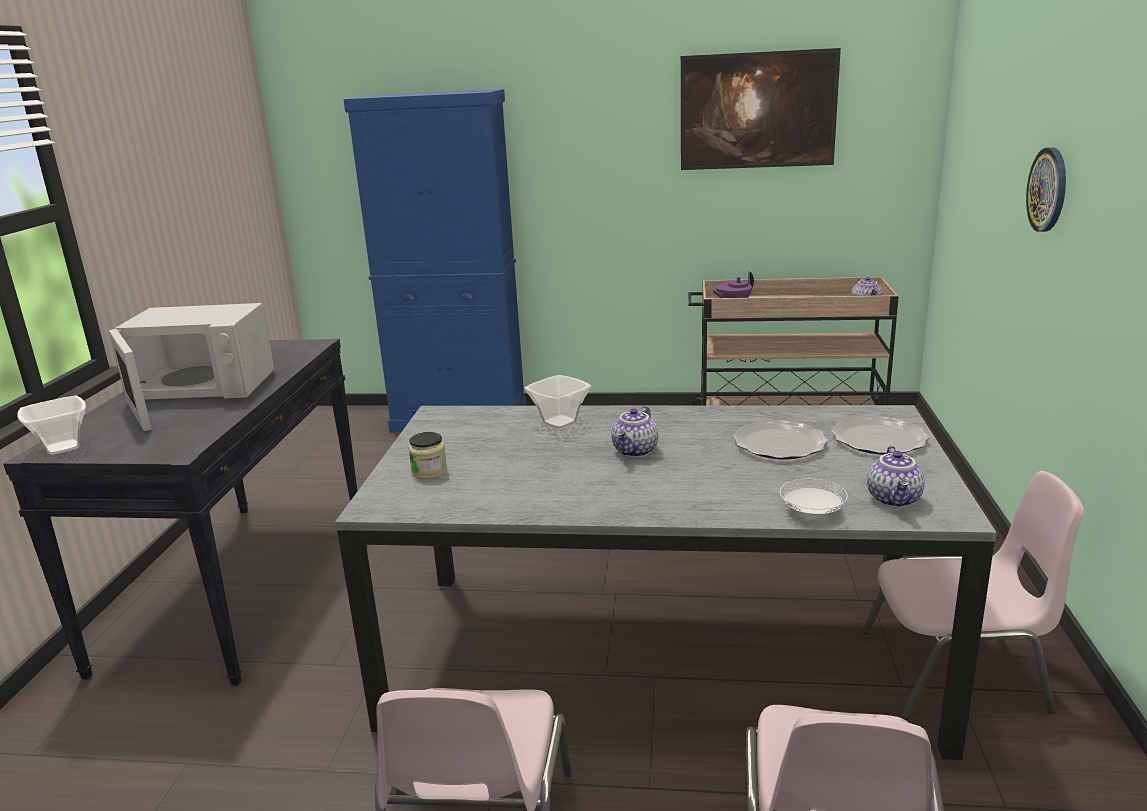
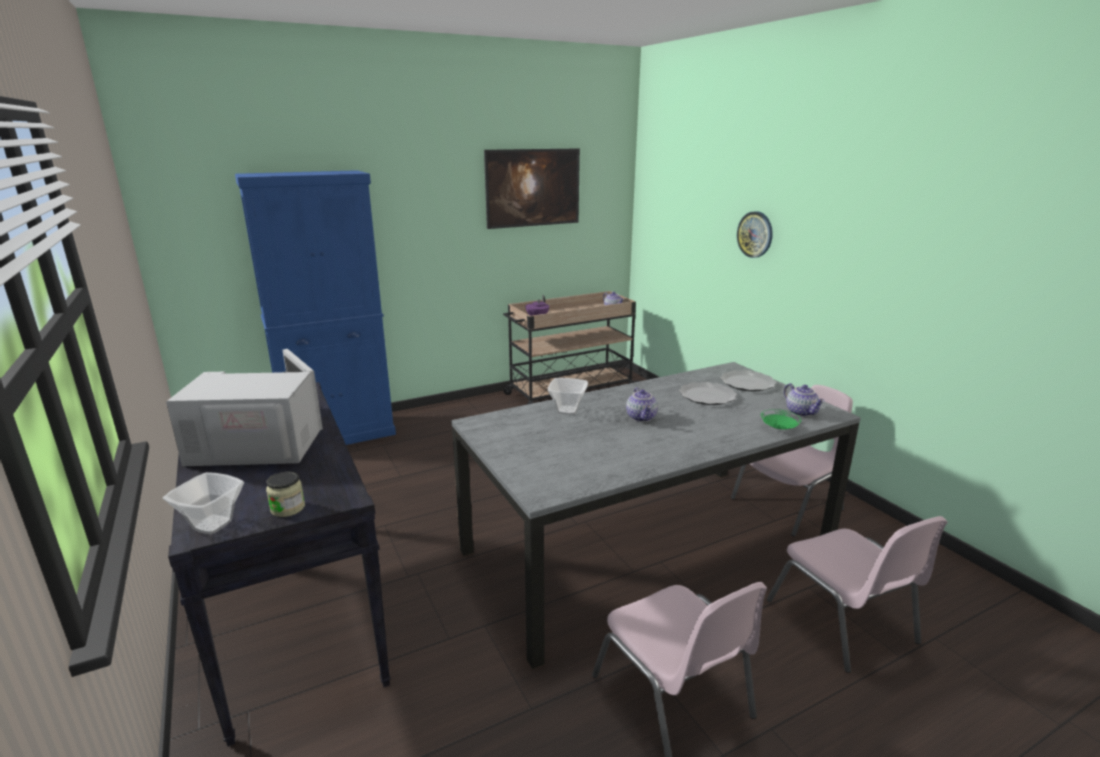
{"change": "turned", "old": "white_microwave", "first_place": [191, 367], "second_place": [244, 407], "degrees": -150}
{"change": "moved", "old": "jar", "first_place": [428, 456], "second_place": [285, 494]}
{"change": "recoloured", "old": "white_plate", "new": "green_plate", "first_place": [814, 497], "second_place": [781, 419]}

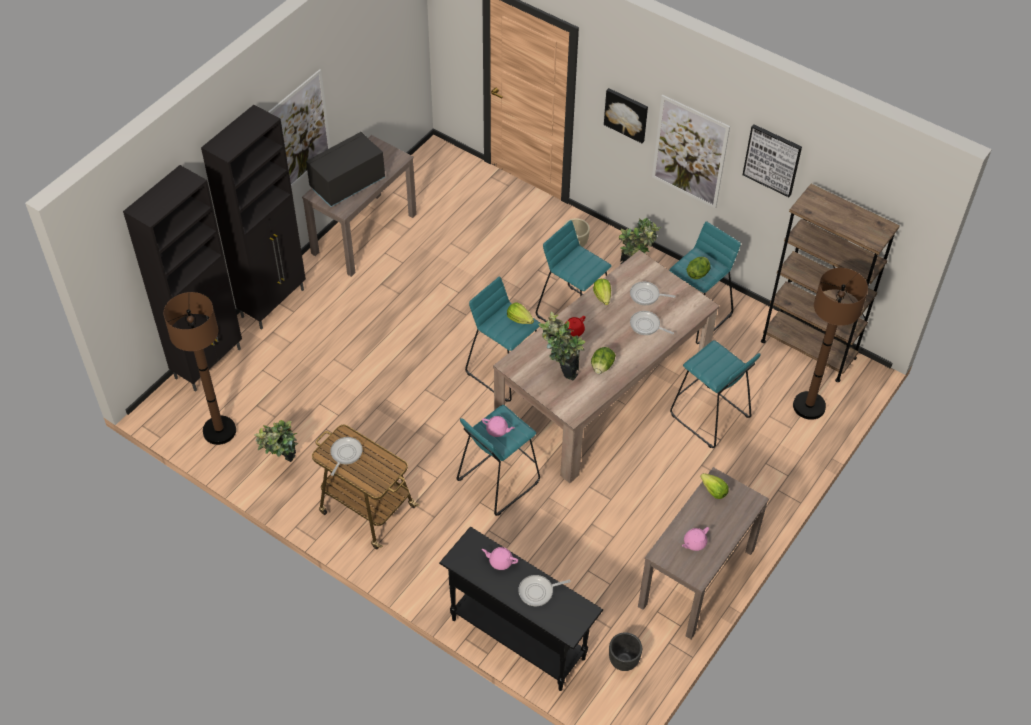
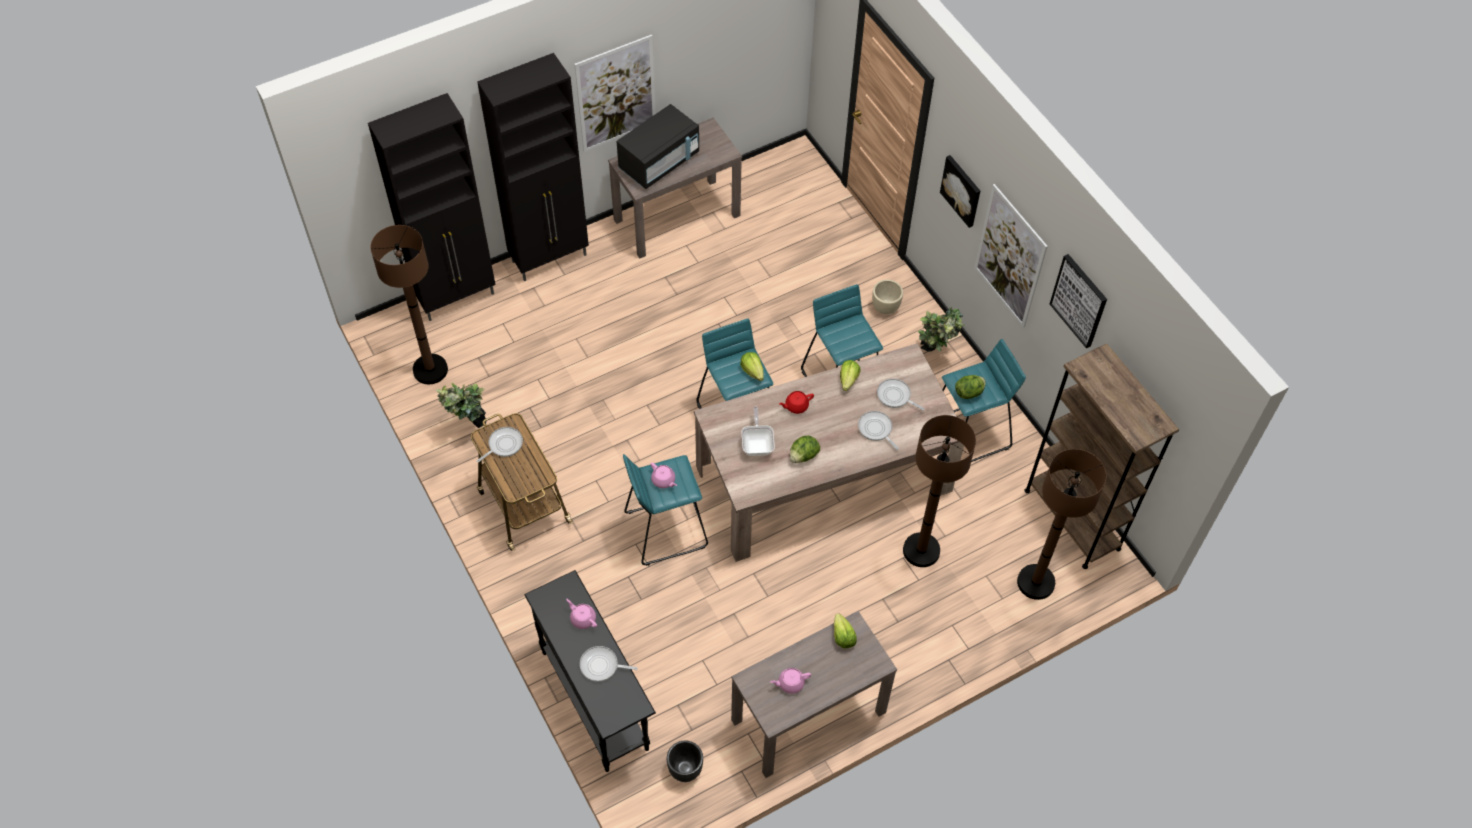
{"change": "turned", "old": "black_microwave", "first_place": [345, 169], "second_place": [658, 146], "degrees": 150}
{"change": "replaced", "old": "potted_plant", "new": "frying_pan", "first_place": [561, 345], "second_place": [758, 431]}
{"change": "replaced", "old": "turquoise_stool", "new": "brown_floor_lamp", "first_place": [715, 394], "second_place": [939, 491]}

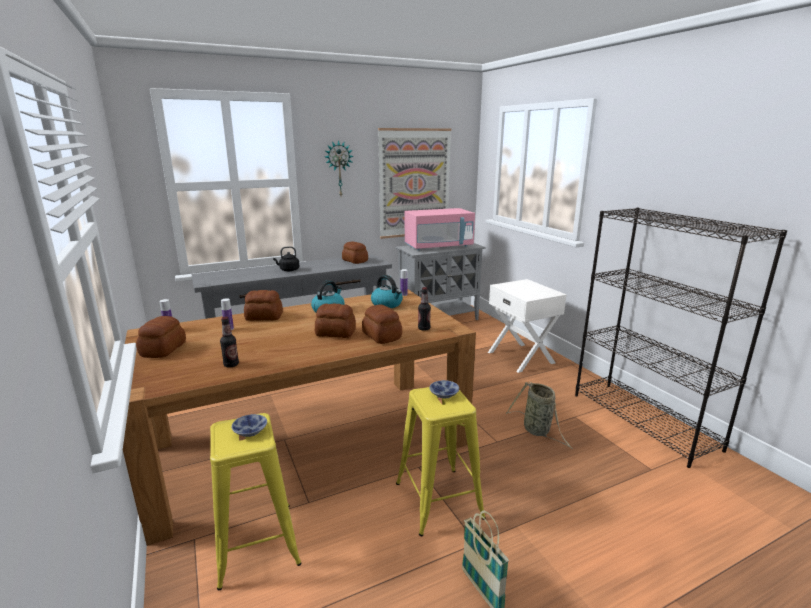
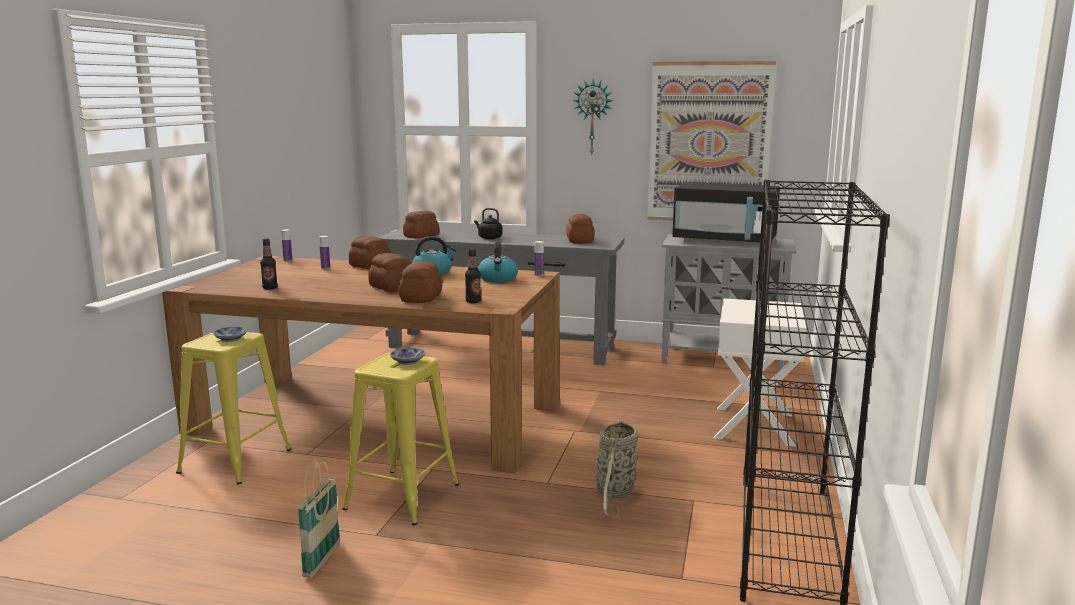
{"change": "moved", "old": "bread", "first_place": [161, 337], "second_place": [421, 224]}
{"change": "recoloured", "old": "pink_microwave", "new": "black_microwave", "first_place": [440, 229], "second_place": [726, 212]}

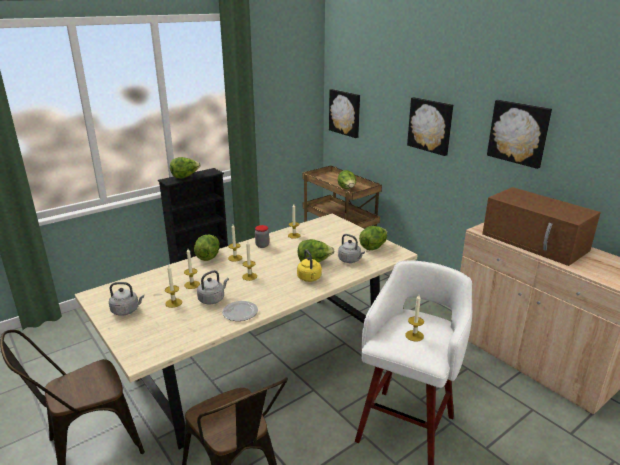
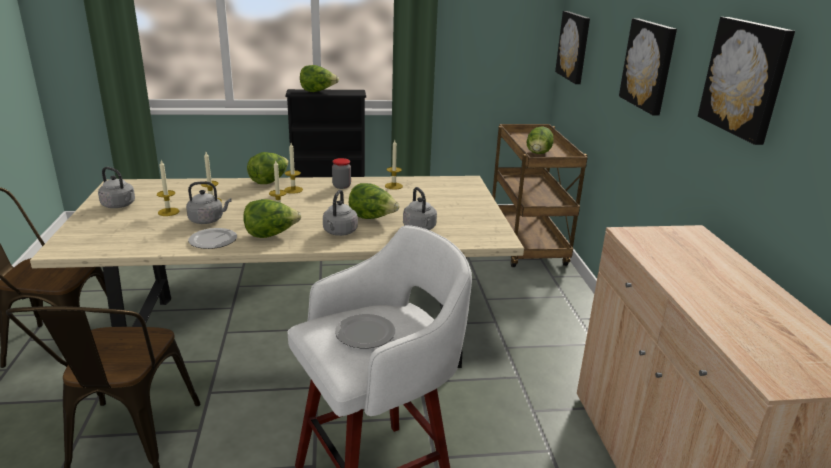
{"change": "moved", "old": "lettuce", "first_place": [373, 238], "second_place": [272, 218]}
{"change": "recoloured", "old": "yellow_kettle", "new": "grey_kettle", "first_place": [309, 265], "second_place": [340, 213]}
{"change": "replaced", "old": "candle", "new": "plate", "first_place": [414, 318], "second_place": [365, 331]}
{"change": "removed", "old": "brown_microwave", "first_place": [541, 226]}

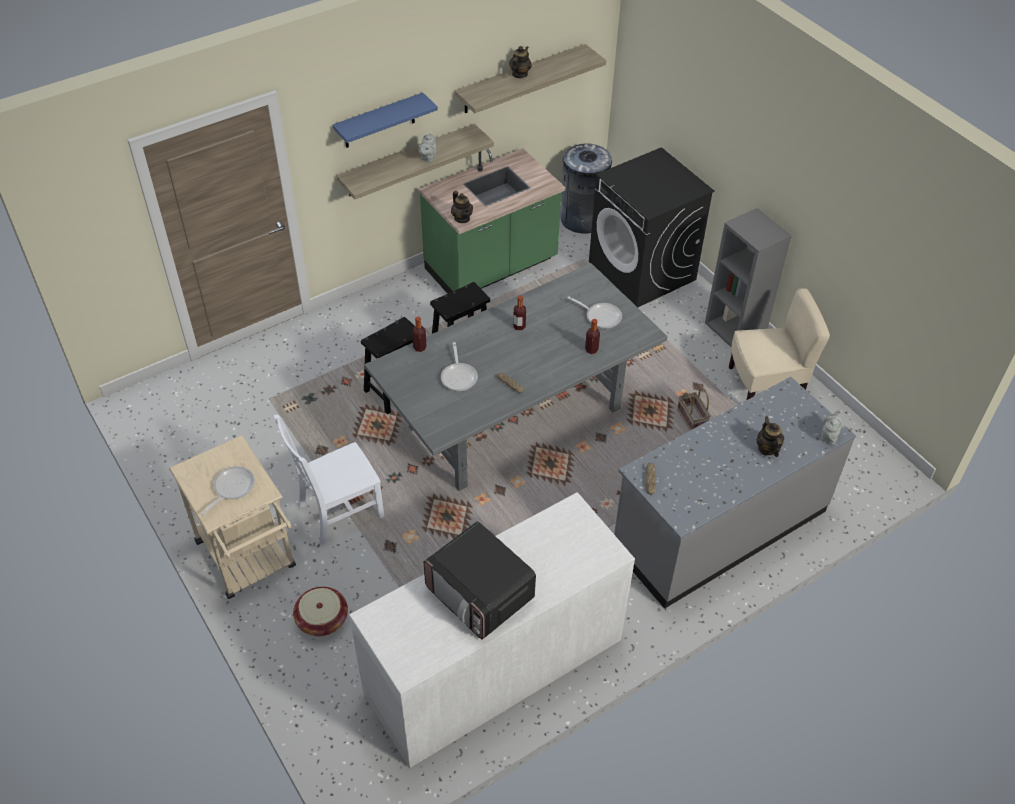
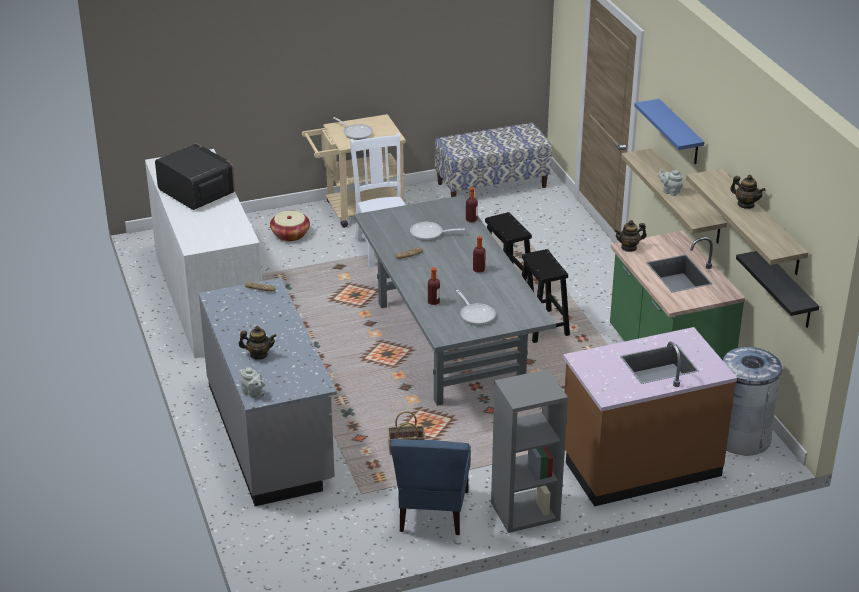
{"change": "turned", "old": "microwave", "first_place": [480, 580], "second_place": [195, 176], "degrees": 75}
{"change": "recoloured", "old": "beige_chair", "new": "blue_chair", "first_place": [779, 343], "second_place": [430, 487]}
{"change": "added", "new": "bench", "second_place": [493, 160]}
{"change": "turned", "old": "frying_pan", "first_place": [595, 312], "second_place": [476, 307], "degrees": -75}
{"change": "replaced", "old": "black_washing_machine", "new": "brown_counter", "first_place": [652, 227], "second_place": [650, 417]}
{"change": "added", "new": "black_shelf", "second_place": [777, 289]}

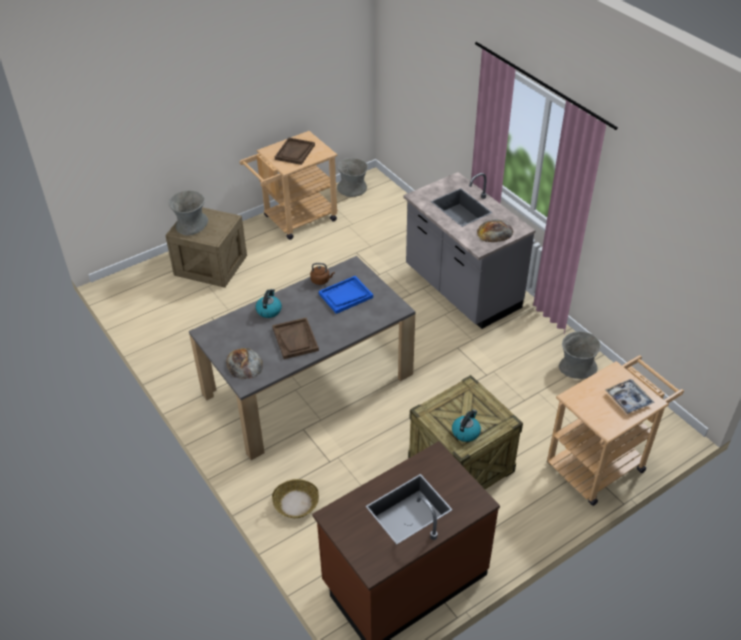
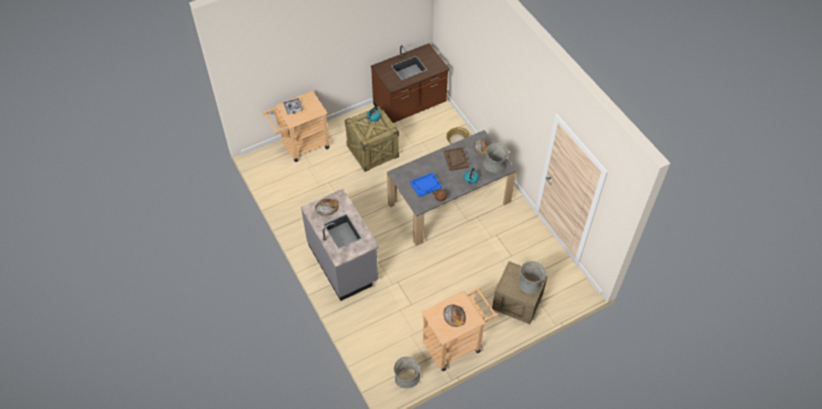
{"change": "replaced", "old": "brown_tray", "new": "bread", "first_place": [295, 151], "second_place": [454, 315]}
{"change": "moved", "old": "grey_vase", "first_place": [580, 355], "second_place": [496, 158]}

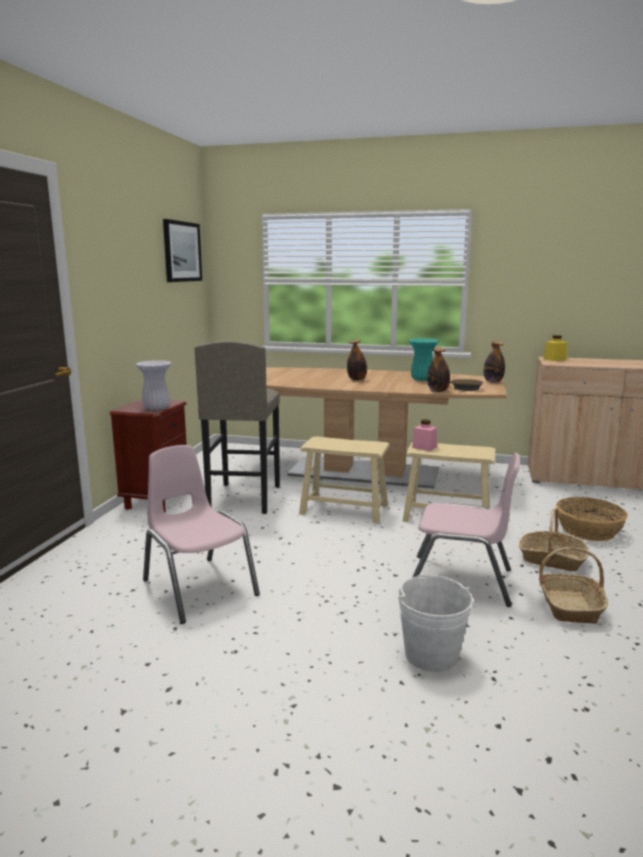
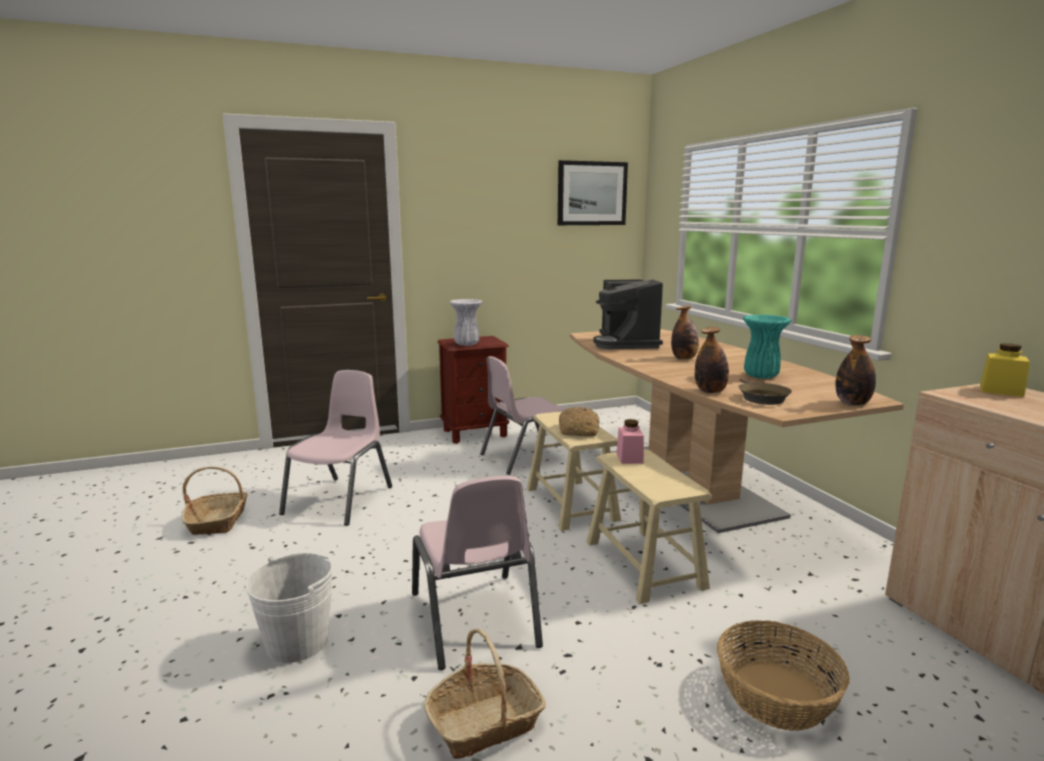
{"change": "moved", "old": "basket", "first_place": [553, 540], "second_place": [215, 500]}
{"change": "replaced", "old": "grey_stool", "new": "pink_chair", "first_place": [237, 427], "second_place": [523, 415]}
{"change": "added", "new": "bread", "second_place": [579, 421]}
{"change": "added", "new": "coffee_machine", "second_place": [628, 314]}

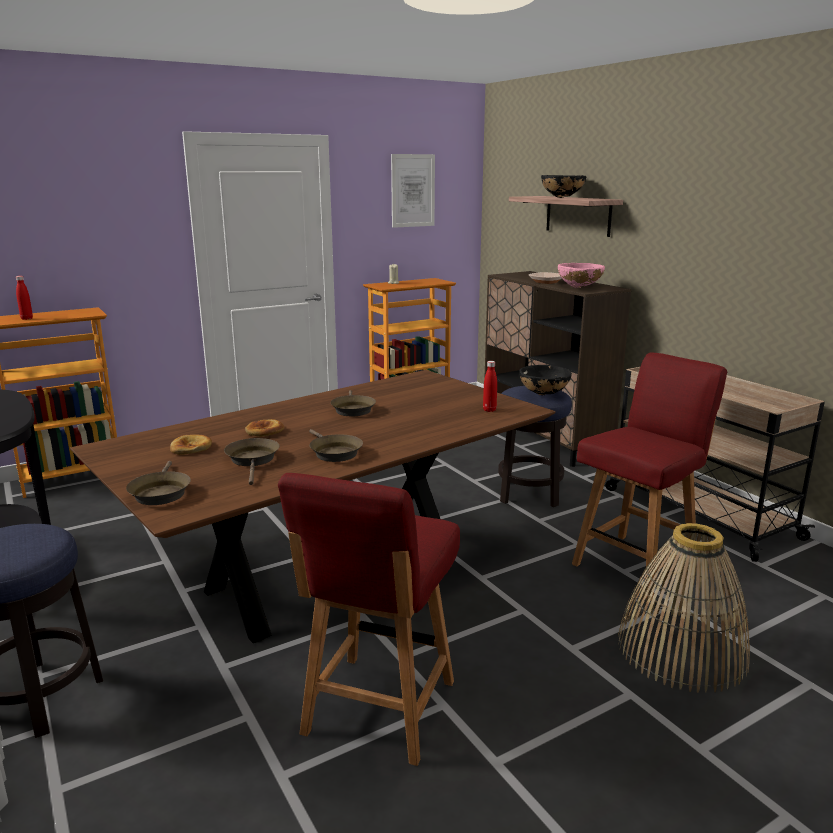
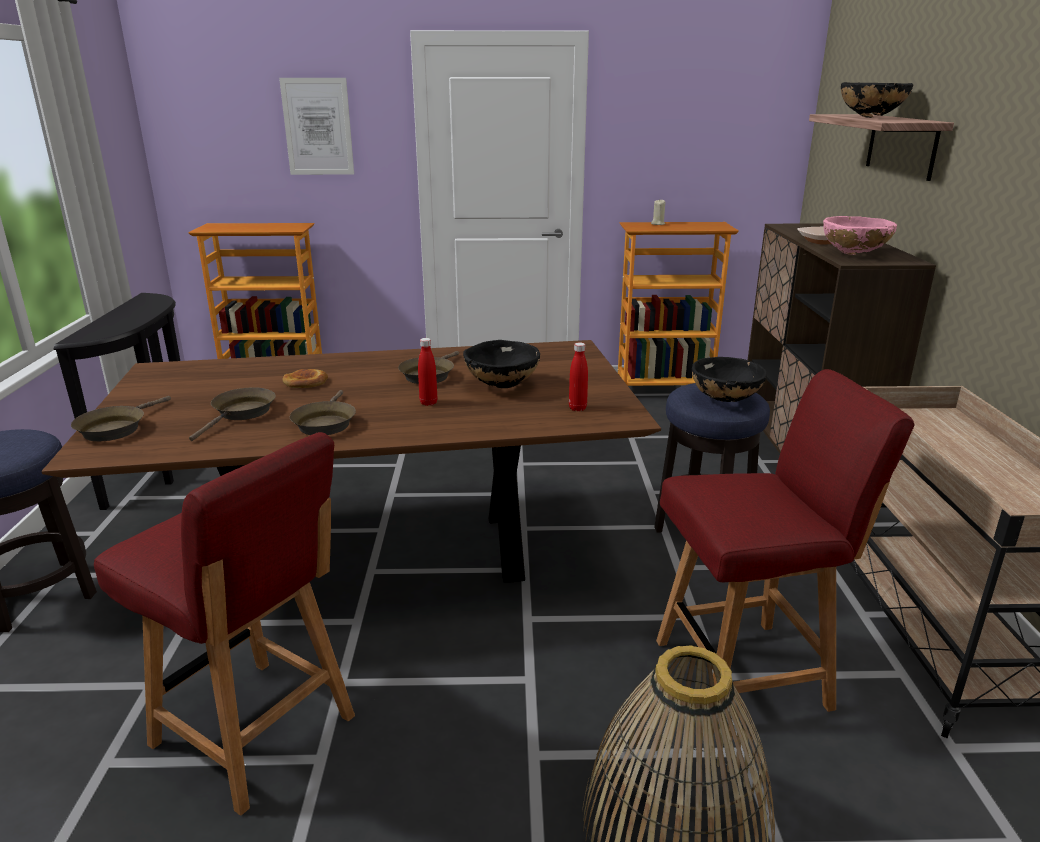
{"change": "turned", "old": "red_chair", "first_place": [369, 619], "second_place": [224, 624], "degrees": -105}
{"change": "moved", "old": "picture", "first_place": [413, 191], "second_place": [316, 126]}
{"change": "moved", "old": "red_bottle", "first_place": [24, 298], "second_place": [427, 372]}
{"change": "added", "new": "black_bowl", "second_place": [501, 364]}
{"change": "removed", "old": "bread", "first_place": [191, 445]}

